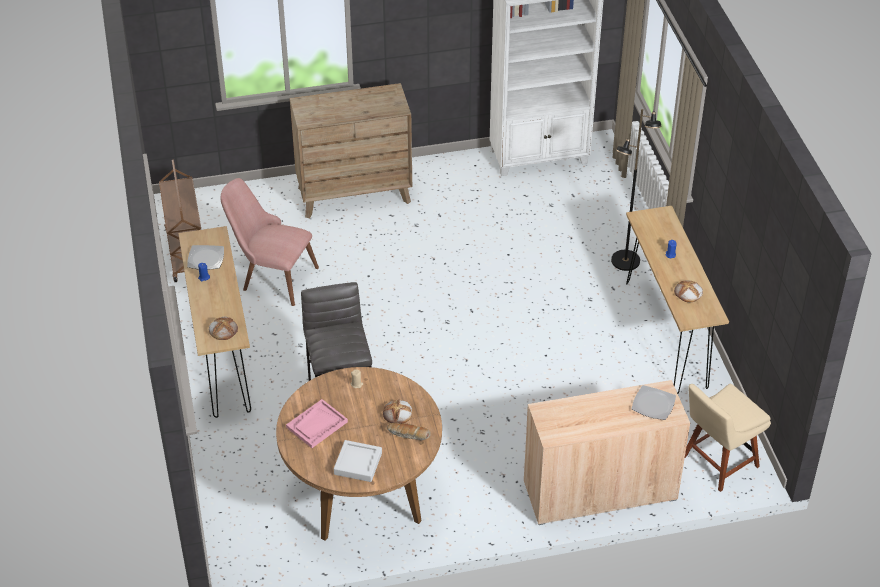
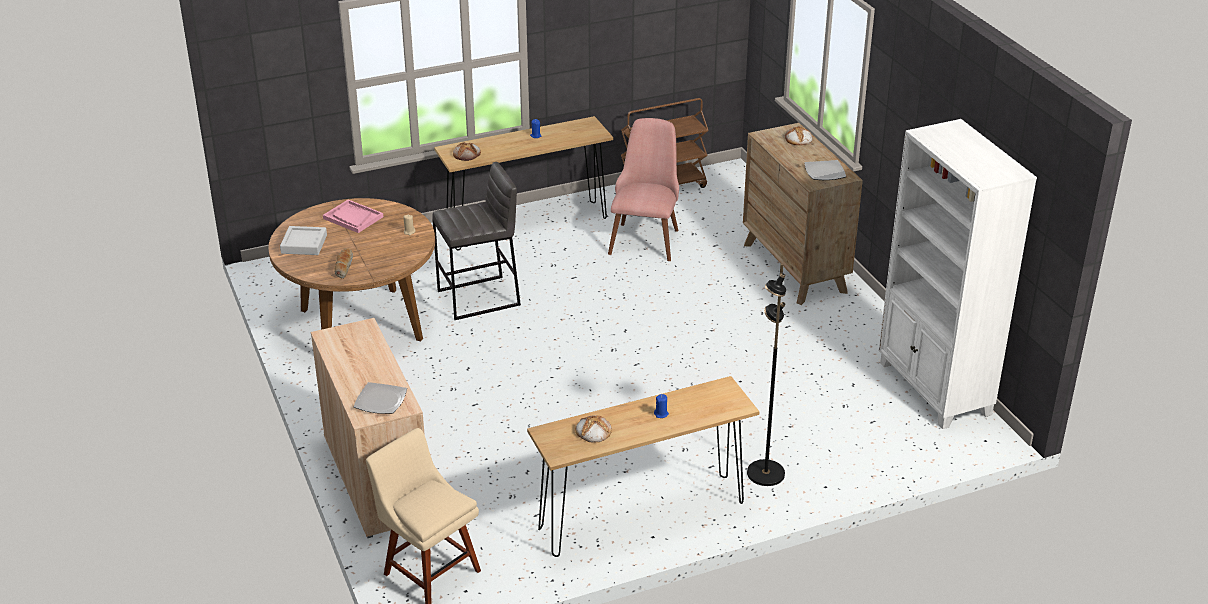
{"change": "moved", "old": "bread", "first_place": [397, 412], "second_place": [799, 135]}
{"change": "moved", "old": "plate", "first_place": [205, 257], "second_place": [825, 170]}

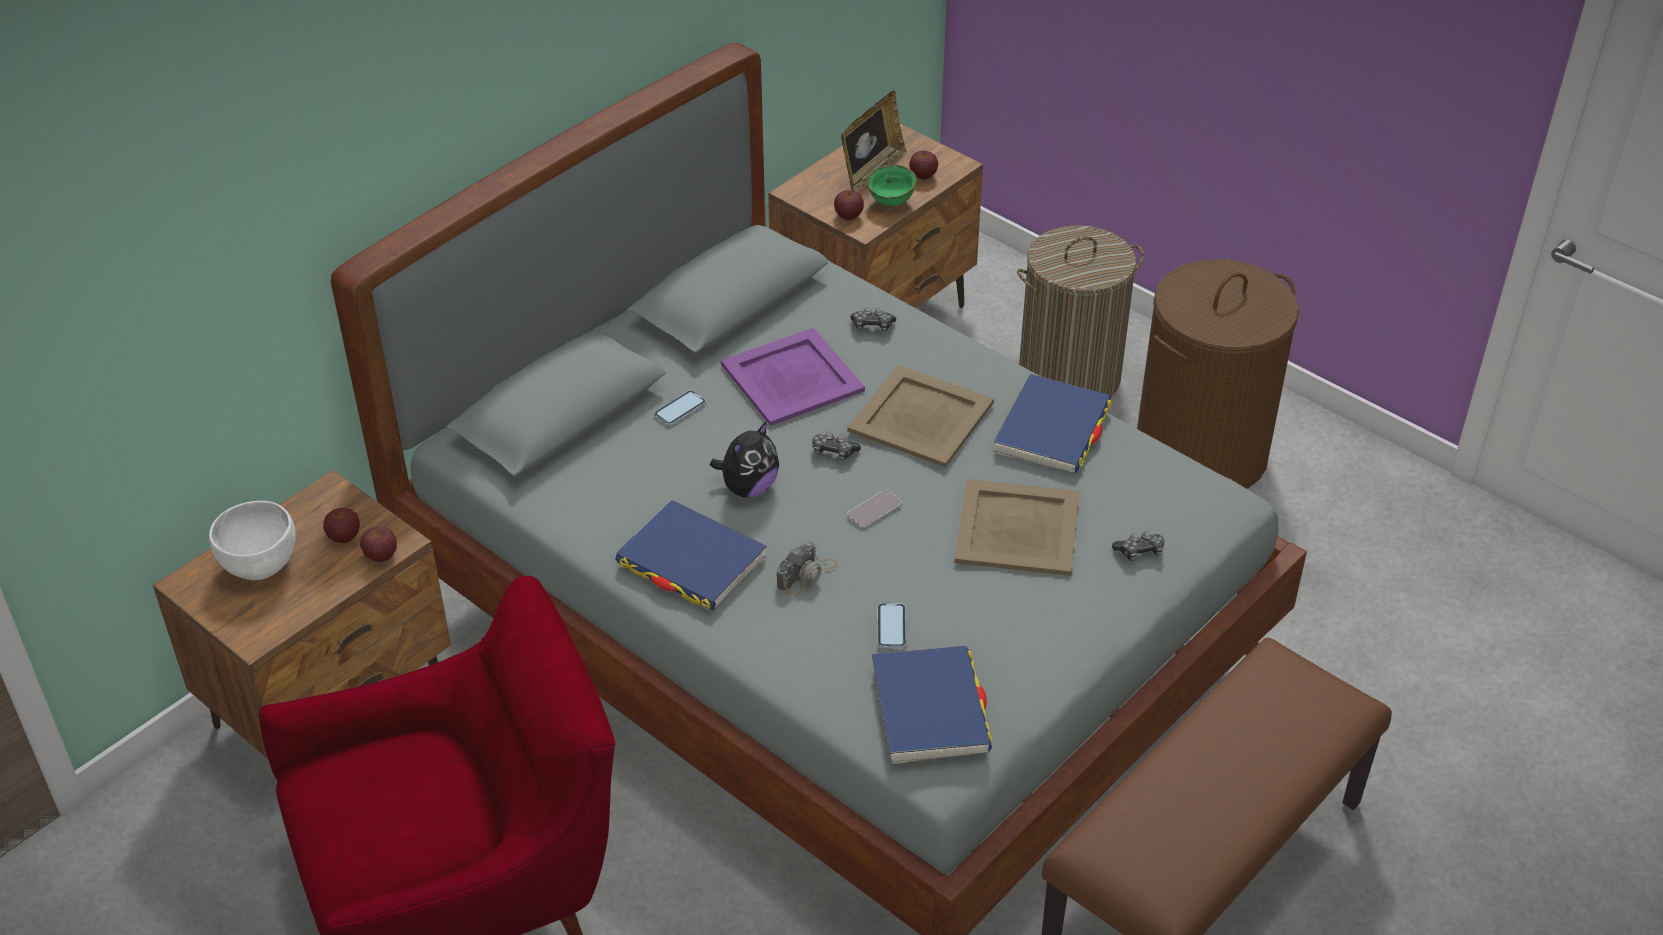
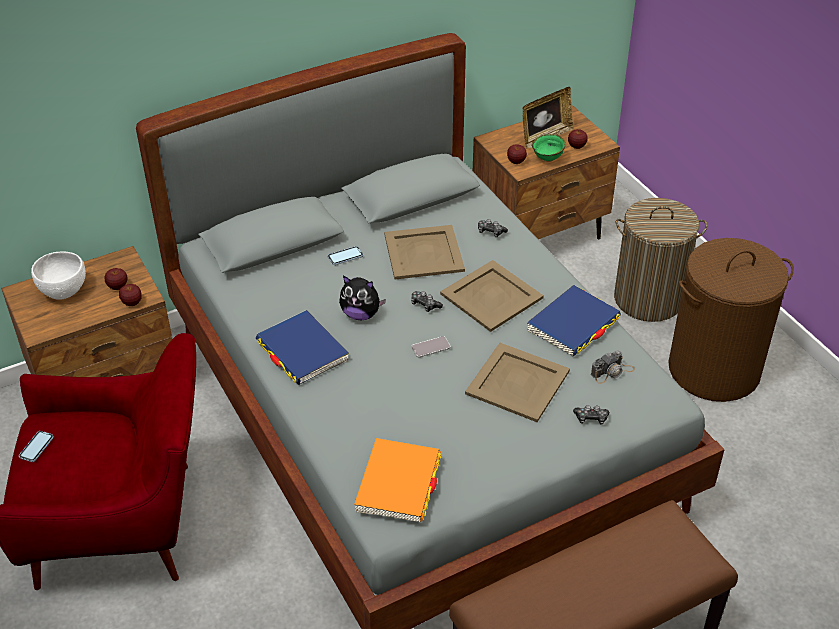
{"change": "moved", "old": "phone", "first_place": [892, 625], "second_place": [36, 446]}
{"change": "turned", "old": "plush_toy", "first_place": [744, 459], "second_place": [362, 298], "degrees": 45}
{"change": "recoloured", "old": "blue_book", "new": "orange_book", "first_place": [932, 705], "second_place": [397, 480]}
{"change": "recoloured", "old": "purple_tray", "new": "beige_tray", "first_place": [793, 377], "second_place": [424, 252]}
{"change": "moved", "old": "photo_camera", "first_place": [807, 569], "second_place": [613, 367]}

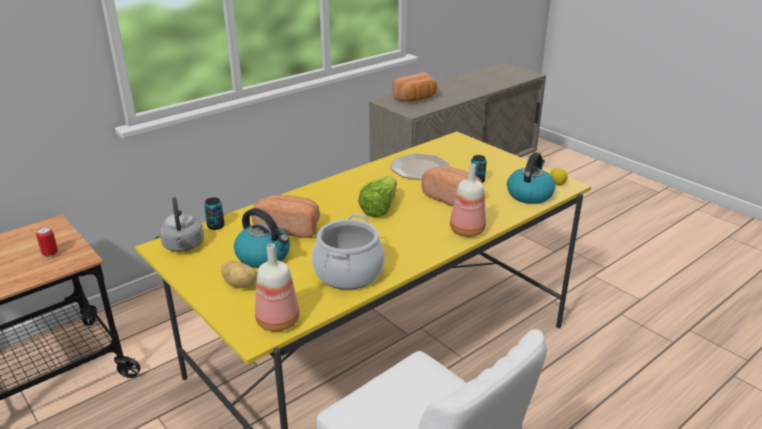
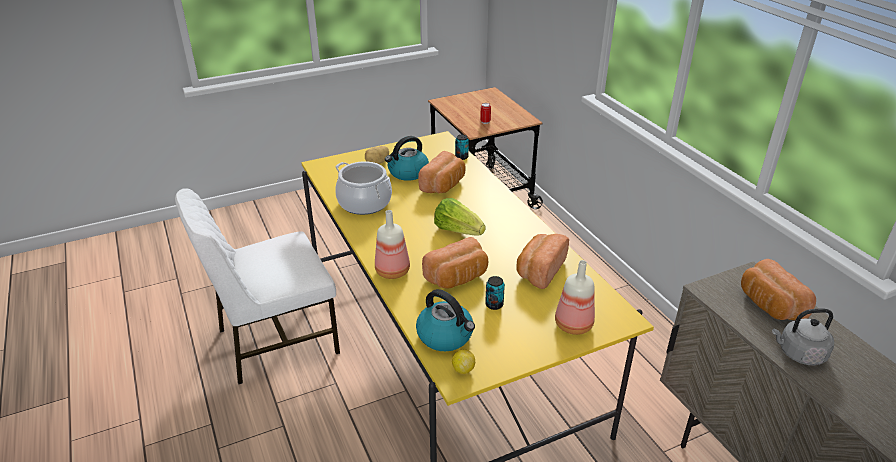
{"change": "replaced", "old": "plate", "new": "bread", "first_place": [420, 166], "second_place": [542, 261]}
{"change": "moved", "old": "bottle", "first_place": [277, 287], "second_place": [575, 297]}
{"change": "moved", "old": "grey_kettle", "first_place": [182, 224], "second_place": [803, 337]}

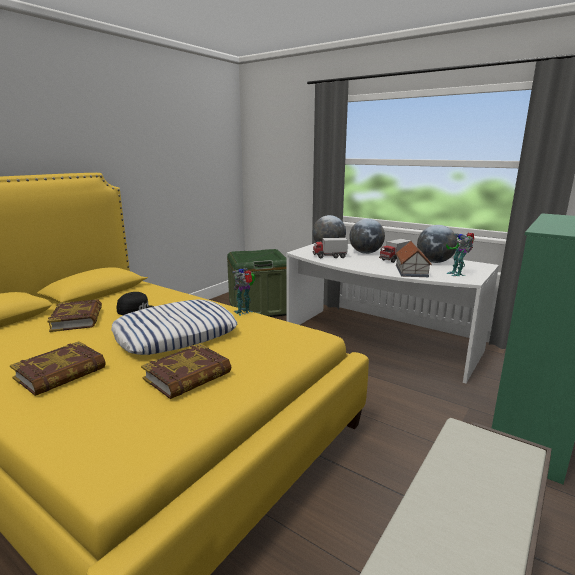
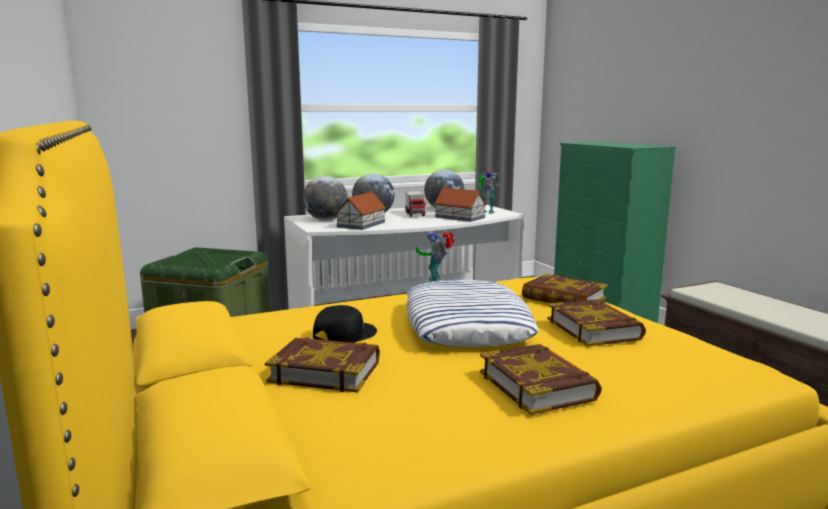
{"change": "replaced", "old": "toy_truck", "new": "toy_house", "first_place": [330, 248], "second_place": [360, 211]}
{"change": "added", "new": "book", "second_place": [565, 288]}

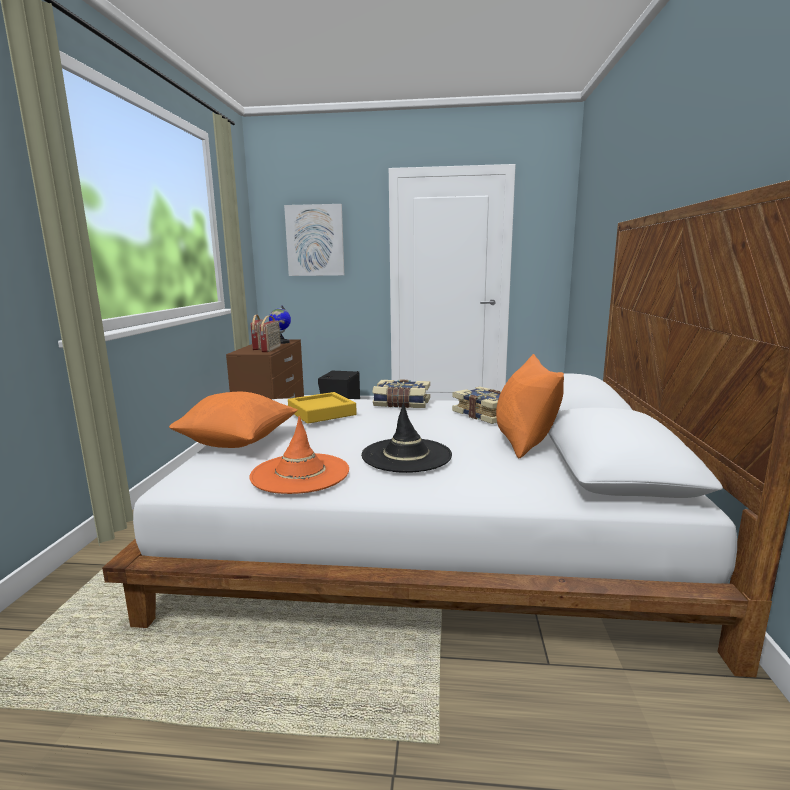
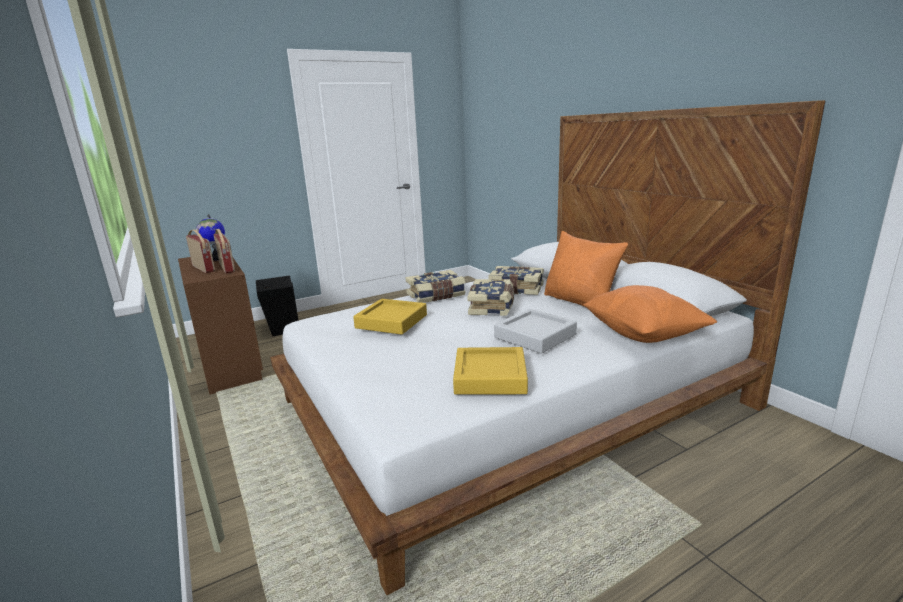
{"change": "replaced", "old": "orange_hat", "new": "yellow_tray", "first_place": [299, 455], "second_place": [490, 371]}
{"change": "added", "new": "book", "second_place": [490, 297]}
{"change": "replaced", "old": "black_hat", "new": "grey_tray", "first_place": [406, 438], "second_place": [535, 331]}
{"change": "moved", "old": "orange_pillow", "first_place": [233, 420], "second_place": [650, 314]}
{"change": "removed", "old": "picture", "first_place": [314, 240]}

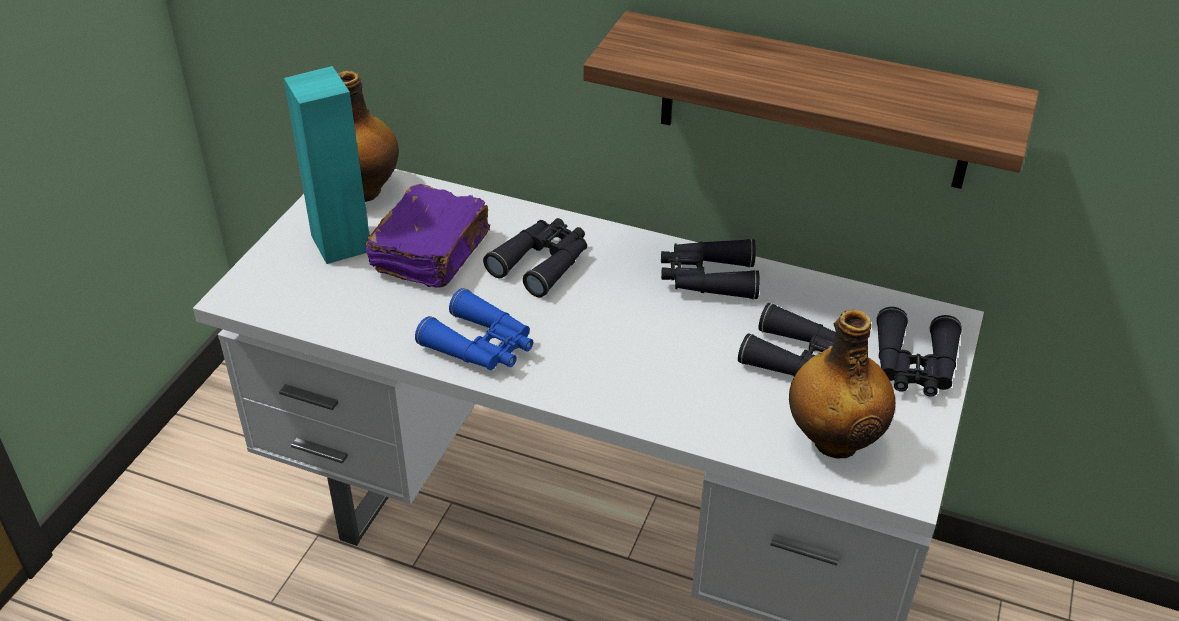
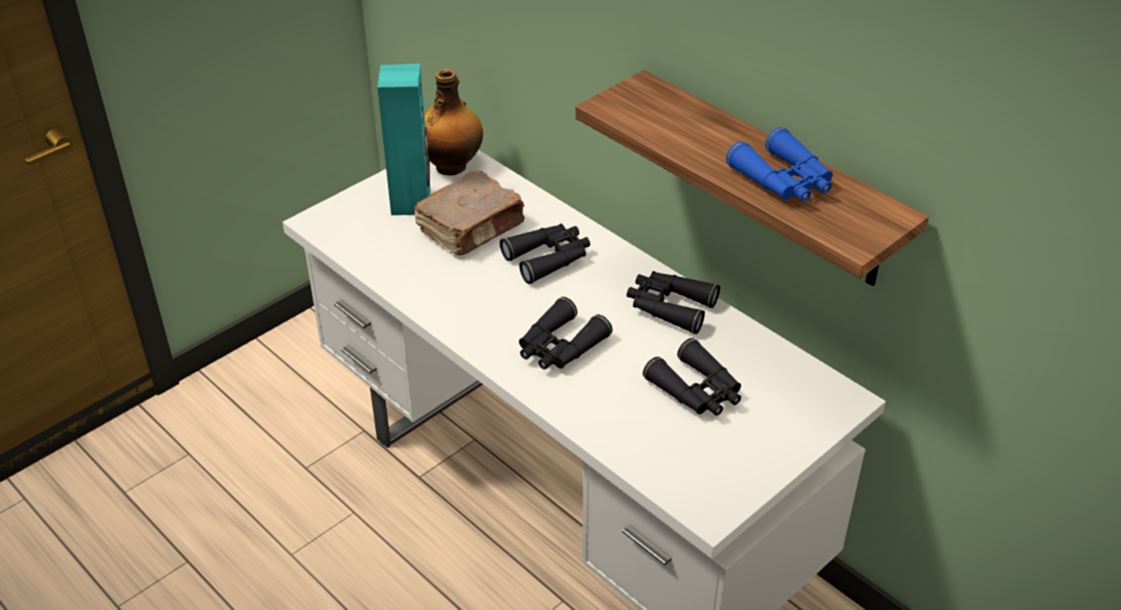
{"change": "recoloured", "old": "purple_book", "new": "brown_book", "first_place": [428, 235], "second_place": [469, 213]}
{"change": "moved", "old": "black_binoculars", "first_place": [919, 352], "second_place": [565, 333]}
{"change": "moved", "old": "blue_binoculars", "first_place": [474, 329], "second_place": [779, 164]}
{"change": "removed", "old": "bottle", "first_place": [842, 384]}

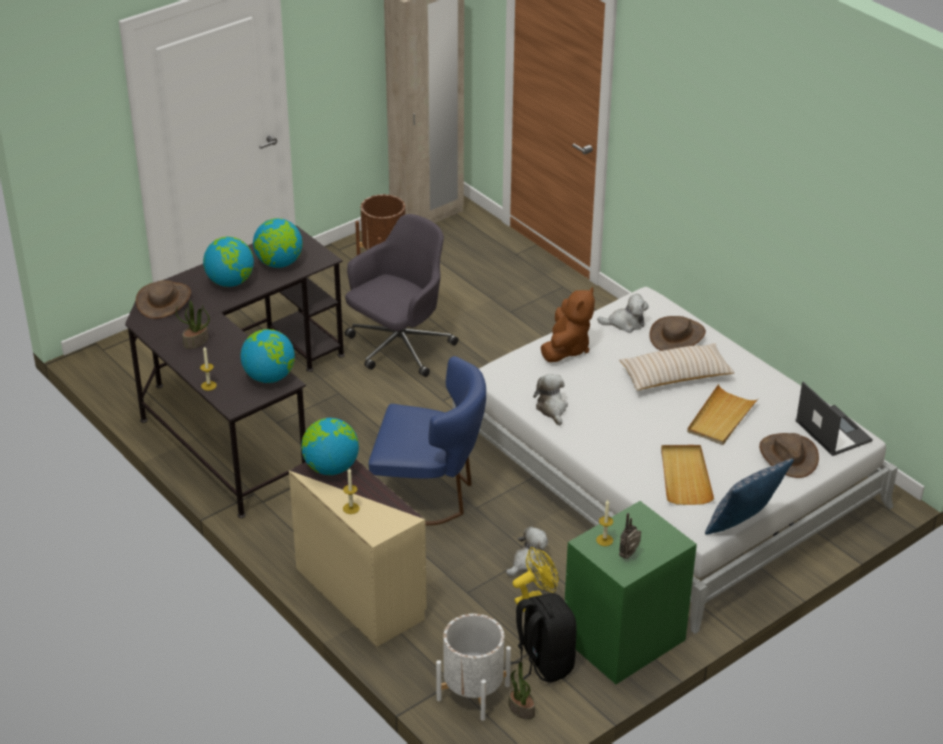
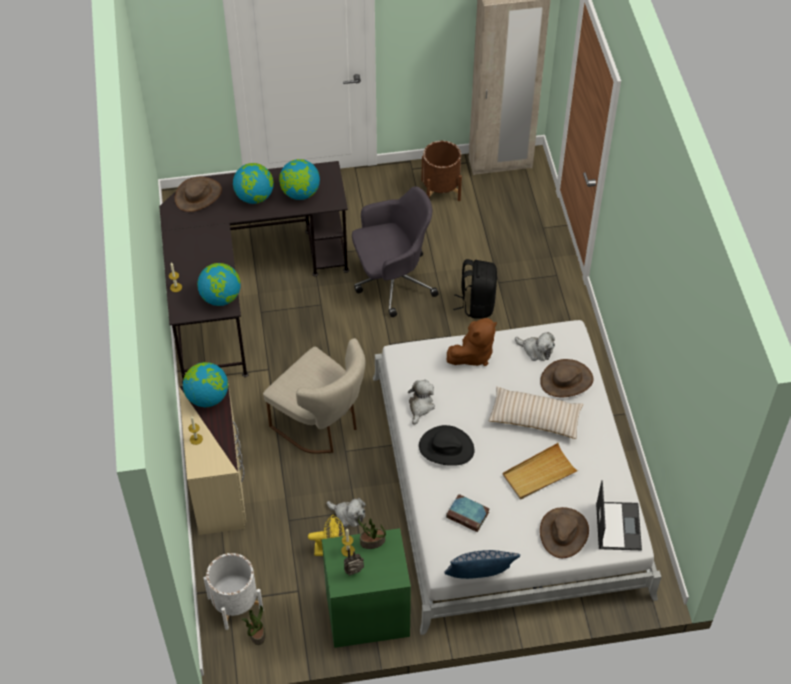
{"change": "recoloured", "old": "blue_chair", "new": "beige_chair", "first_place": [427, 440], "second_place": [314, 396]}
{"change": "turned", "old": "plush_toy", "first_place": [527, 551], "second_place": [346, 512], "degrees": 45}
{"change": "moved", "old": "potted_plant", "first_place": [193, 324], "second_place": [372, 532]}
{"change": "added", "new": "black_hat", "second_place": [447, 445]}
{"change": "replaced", "old": "beige_tray", "new": "book", "first_place": [687, 475], "second_place": [468, 513]}
{"change": "moved", "old": "black_backpack", "first_place": [543, 638], "second_place": [475, 289]}

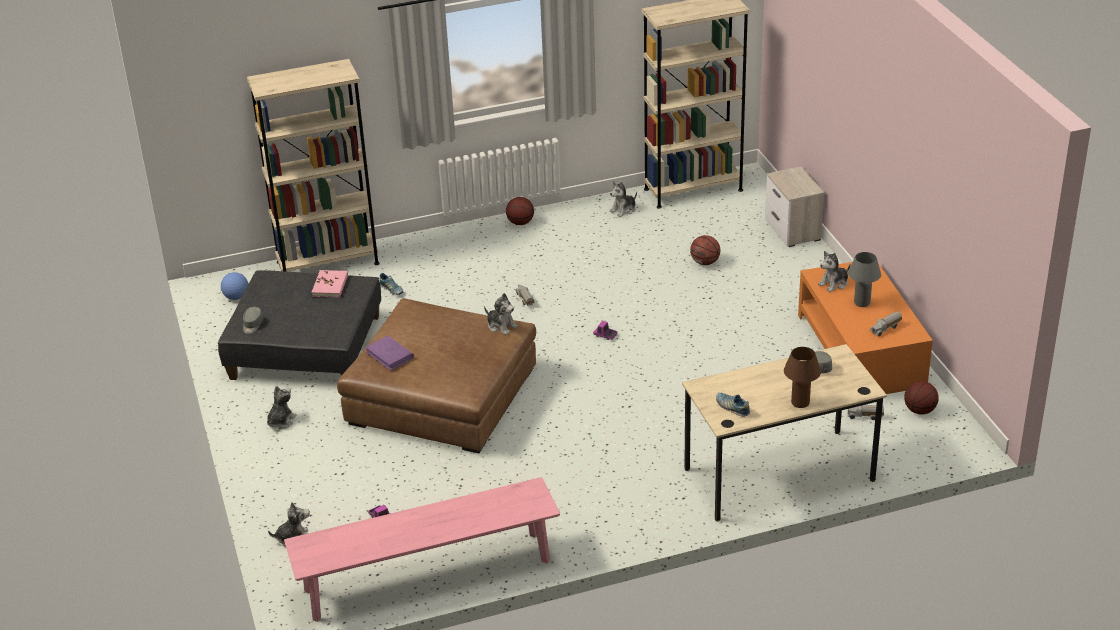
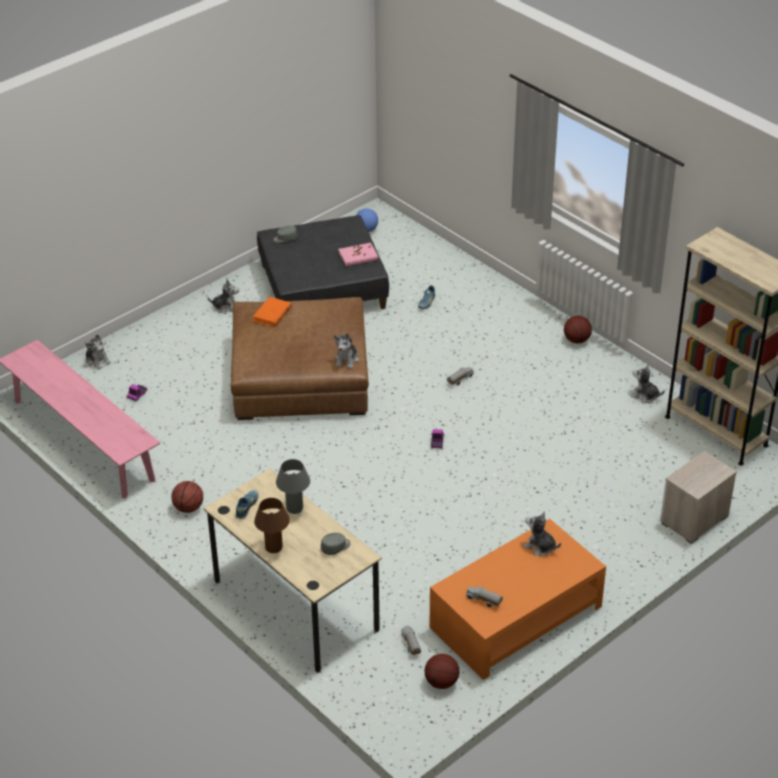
{"change": "moved", "old": "basketball", "first_place": [705, 250], "second_place": [187, 497]}
{"change": "recoloured", "old": "purple_book", "new": "orange_book", "first_place": [389, 353], "second_place": [272, 312]}
{"change": "moved", "old": "grey_table_lamp", "first_place": [864, 279], "second_place": [293, 486]}
{"change": "removed", "old": "beige_bookcase", "first_place": [313, 165]}

